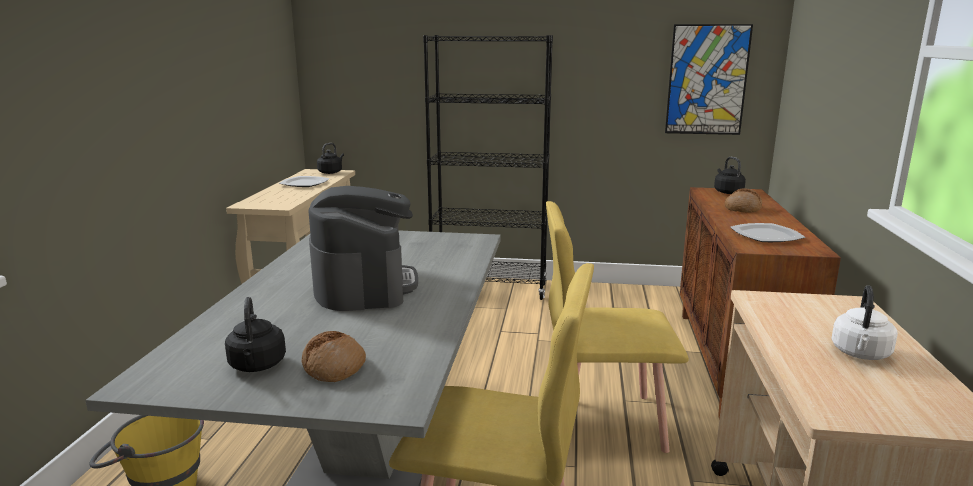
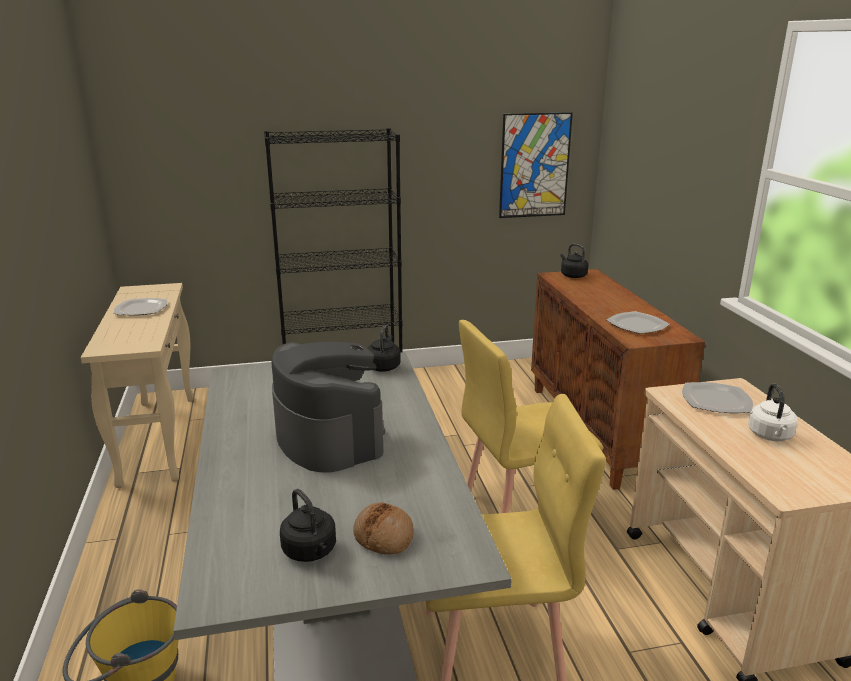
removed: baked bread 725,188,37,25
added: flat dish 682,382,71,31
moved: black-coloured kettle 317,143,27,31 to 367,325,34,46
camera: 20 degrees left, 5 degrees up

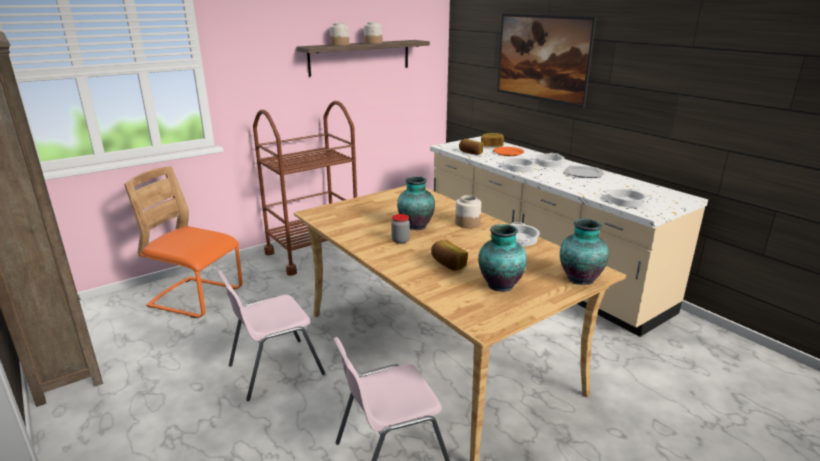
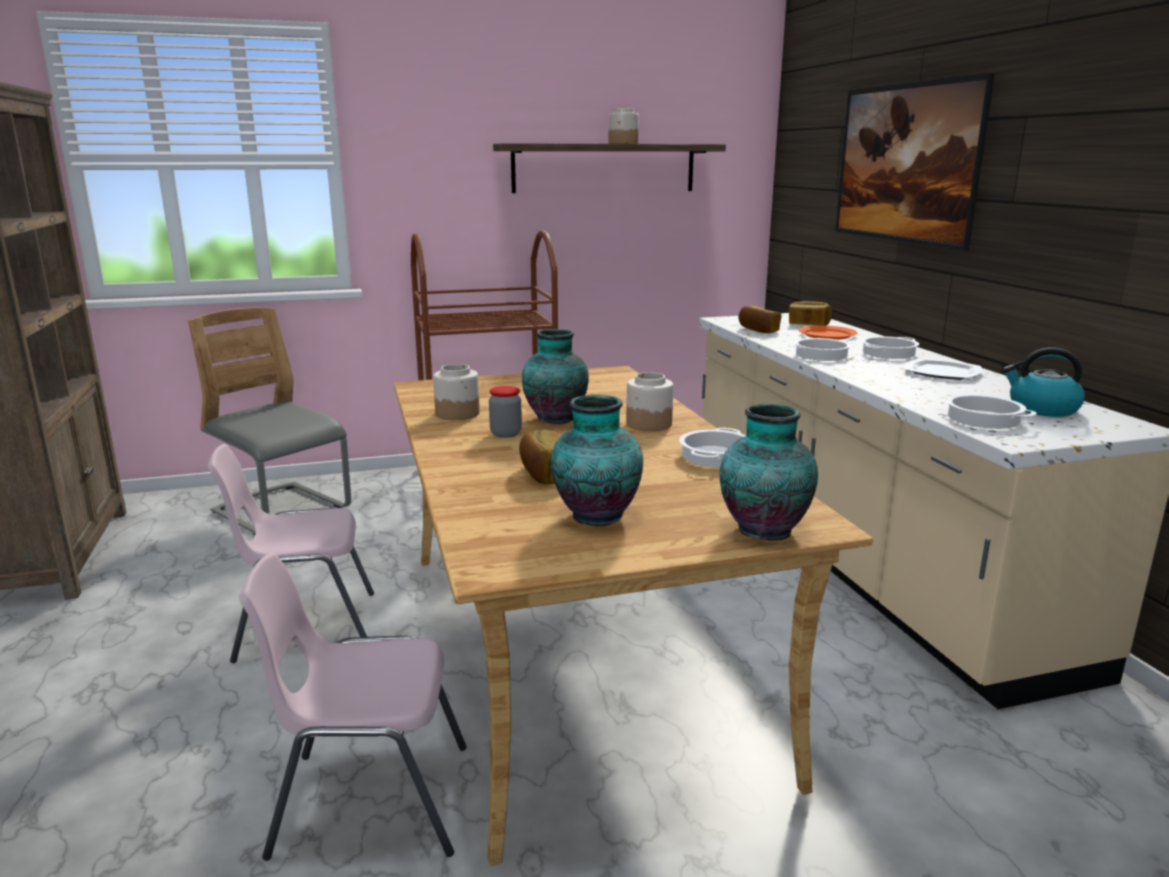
added: kettle 1003,347,82,70
moved: preserve jar 330,23,19,23 to 433,364,47,56
recoloured: orangey plain chair 124,166,119,152 to gray plain chair 188,307,163,228
camera: 20 degrees right, 5 degrees down

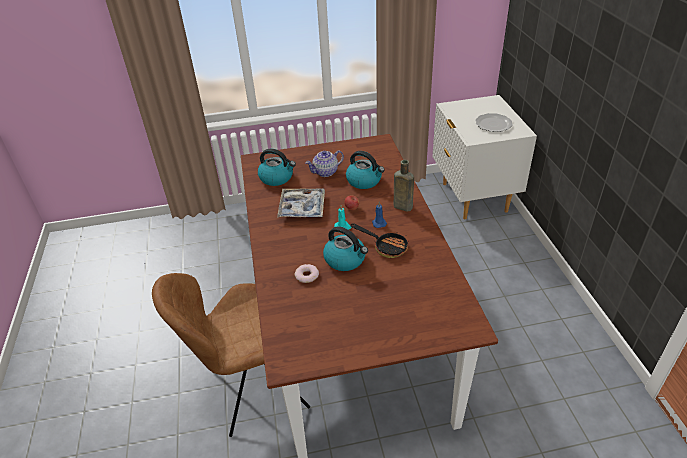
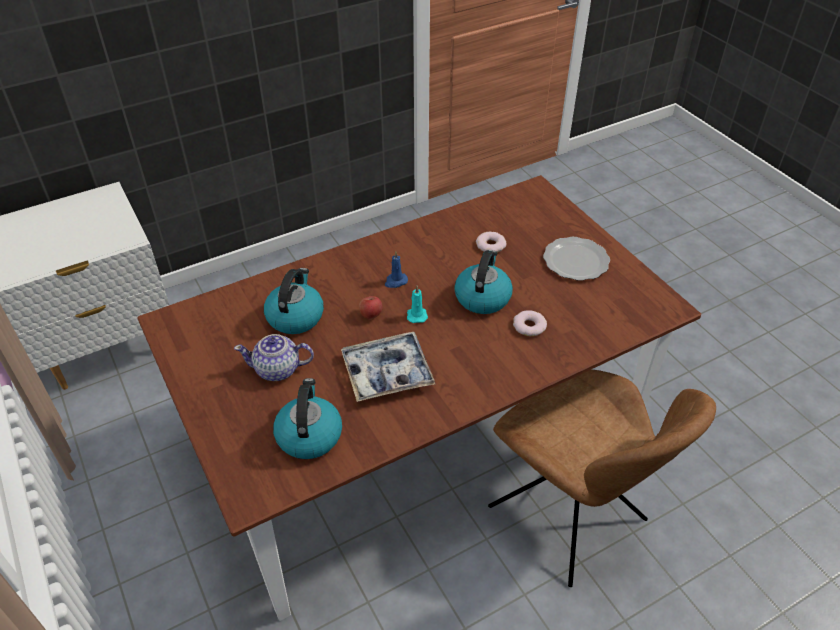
removed: pan 350,223,59,35; brown-coloured beverage bottle 394,160,20,52
added: ring doughnut 476,232,30,20
moved: flat dish 475,113,38,19 to 543,237,67,44
turned: tea pot 305,150,39,27 = 234,334,80,47 135 degrees clockwise
camera: 110 degrees left, 5 degrees up

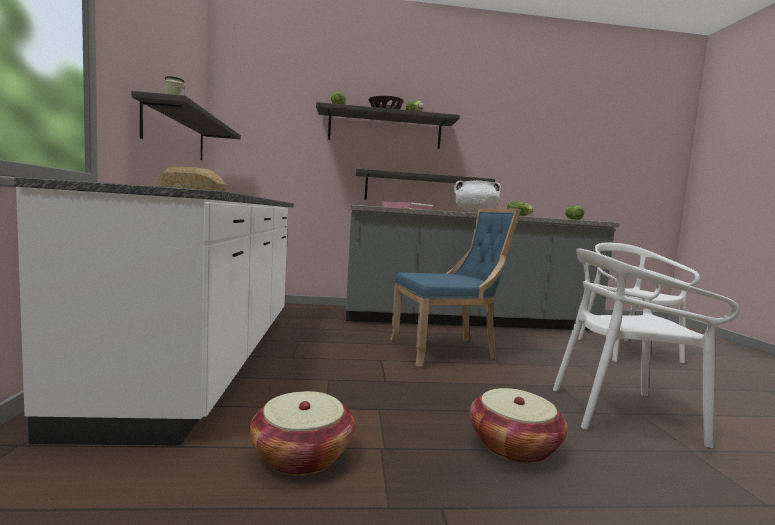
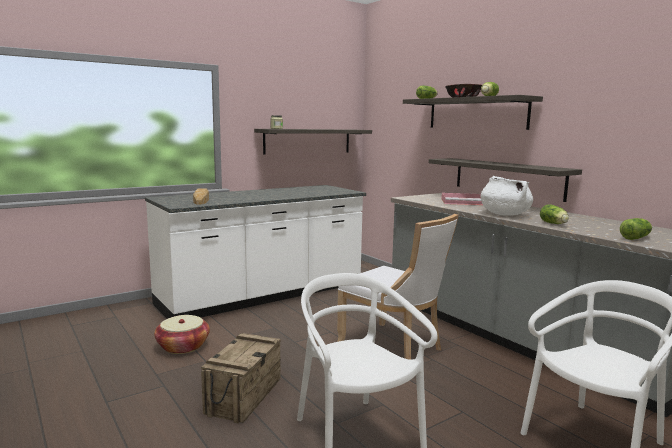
replaced: household basket 470,388,97,76 to packing crate 201,333,80,90
recoloured: bluish plain chair 390,208,130,159 to white-coloured plain chair 337,214,122,146
camera: 60 degrees right, 5 degrees up

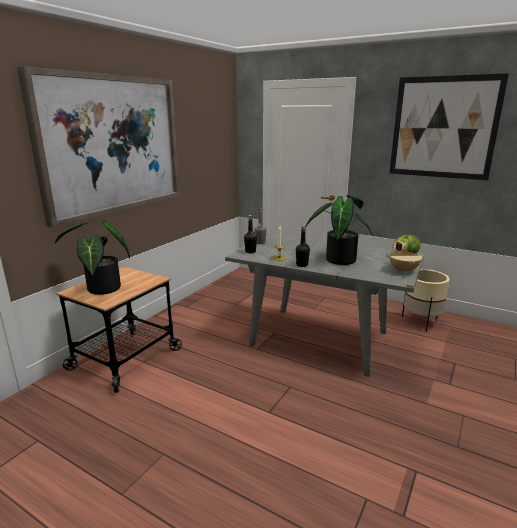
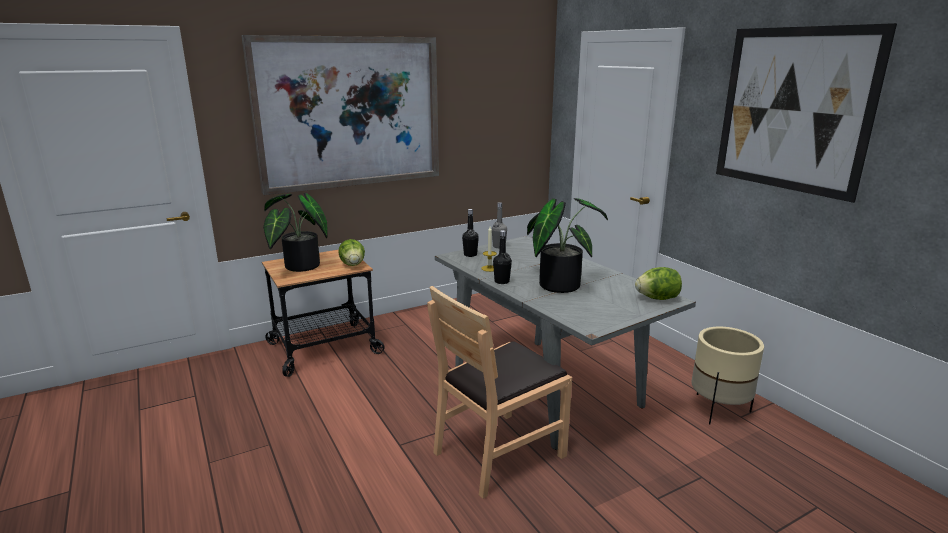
removed: beige-coloured saucepot 389,242,33,32
added: lettuce head 338,239,27,27; brown-coloured plain chair 427,286,145,213
camera: 30 degrees right, 0 degrees up

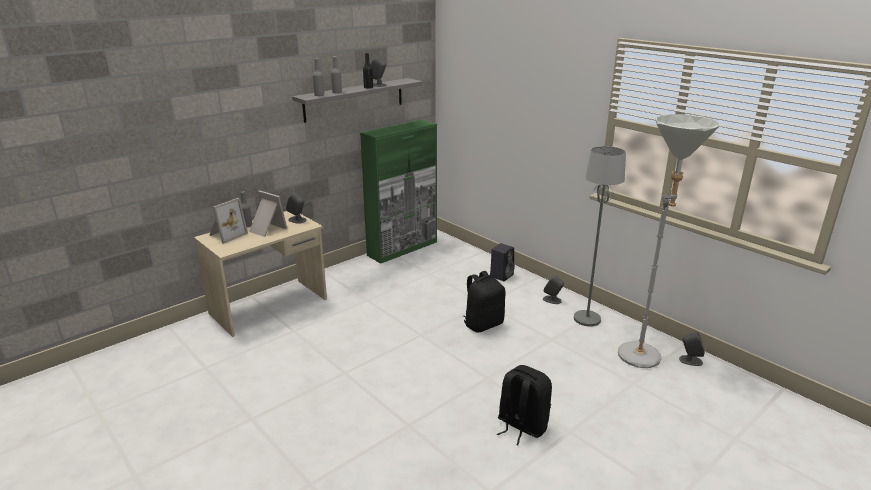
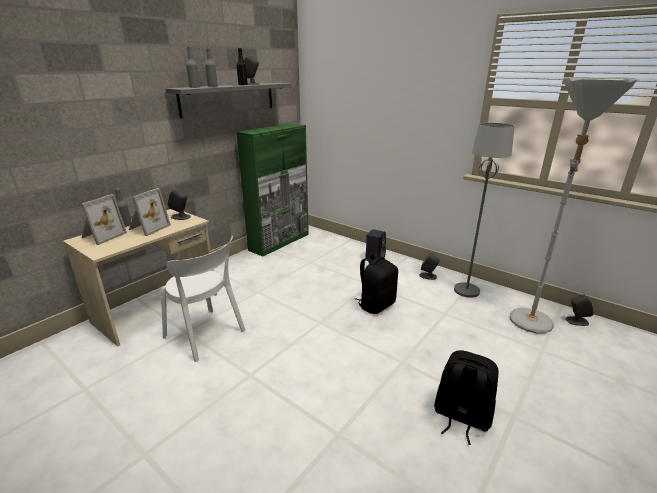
added: white-coloured plain chair 161,236,85,126
turned: picture frame 249,190,38,47 = 129,188,42,48 90 degrees clockwise
camera: 10 degrees left, 0 degrees up

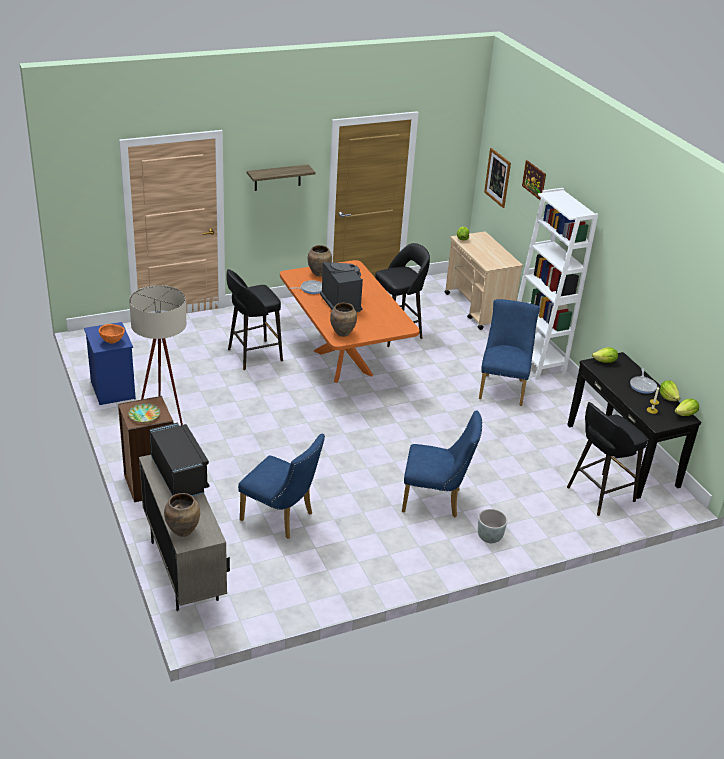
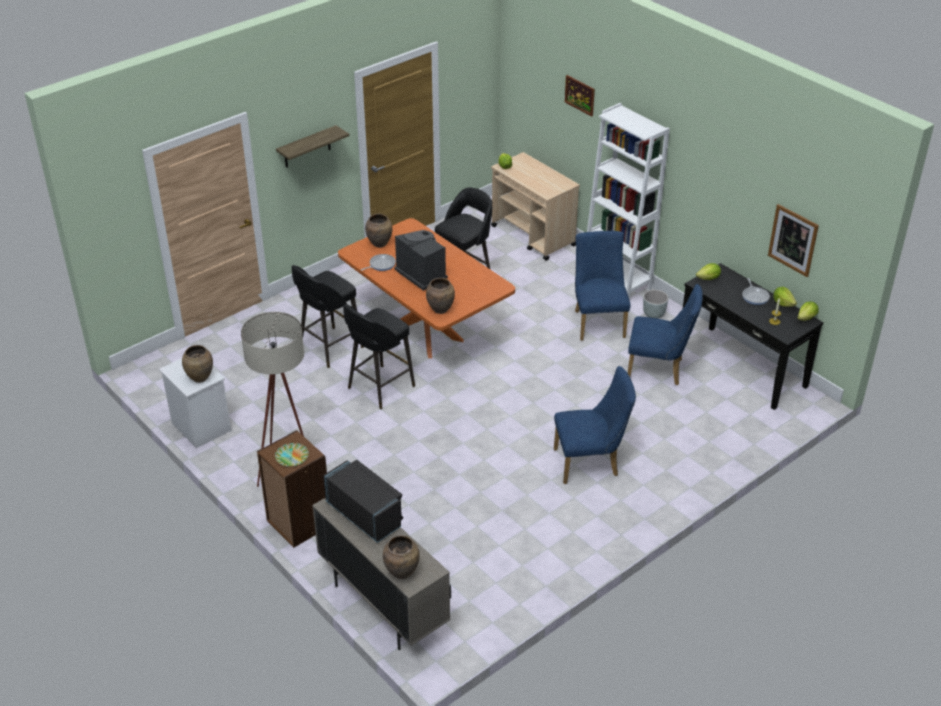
moved: bluish plain chair 238,433,87,106 to 628,284,75,101; gray plant pot 478,509,30,34 to 643,290,26,29; wall art 484,148,27,60 to 768,204,51,73; black-coloured stool seat 567,402,81,114 to 343,304,72,105
replaced: orangey bowl 99,324,26,20 to brown-coloured decorative vase 182,345,31,38
recoloured: bluish nightstand 84,322,52,83 to white-coloured nightstand 159,358,73,90
camera: 15 degrees left, 5 degrees up

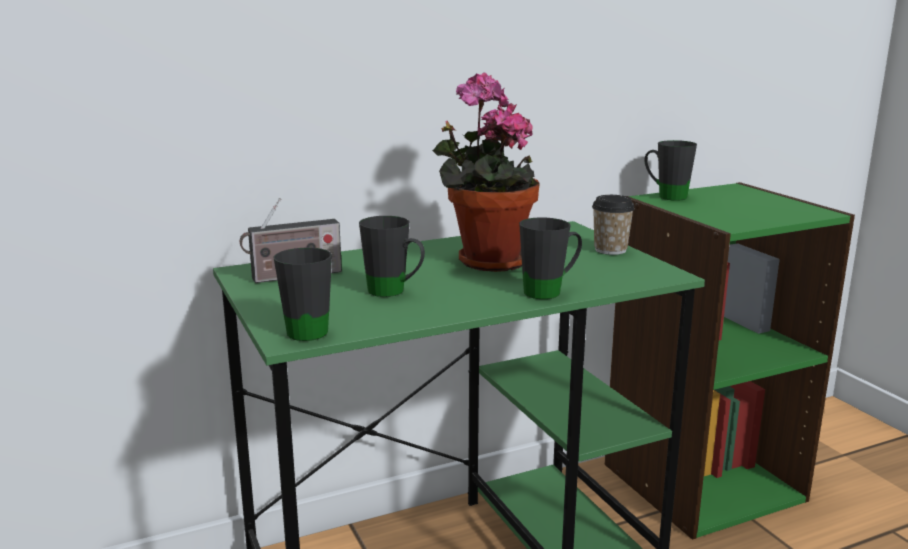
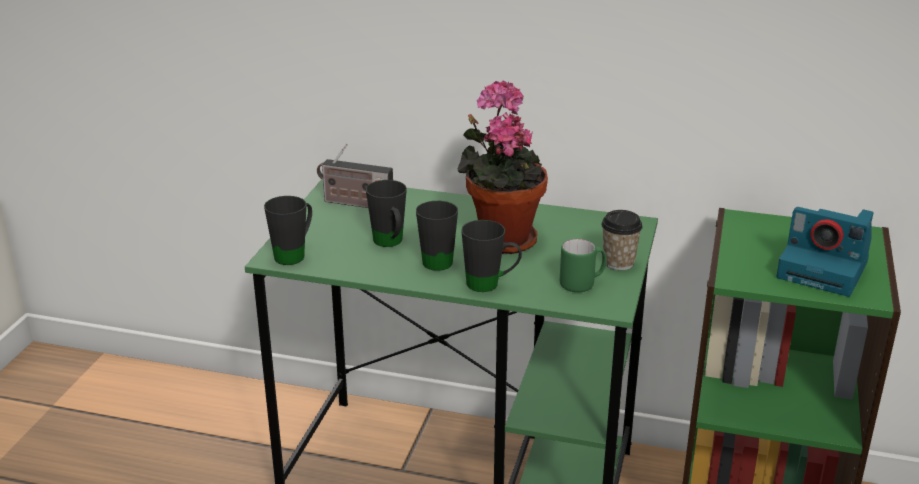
added: greenish tea mug 560,239,47,53; photo camera 776,207,98,90
moved: black-coloured tea mug 645,140,52,61 to 416,201,42,70
camera: 40 degrees right, 10 degrees up

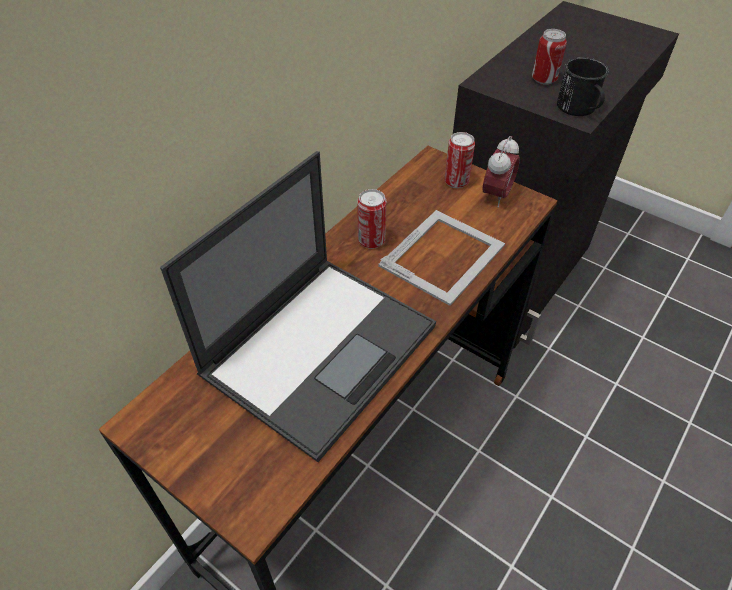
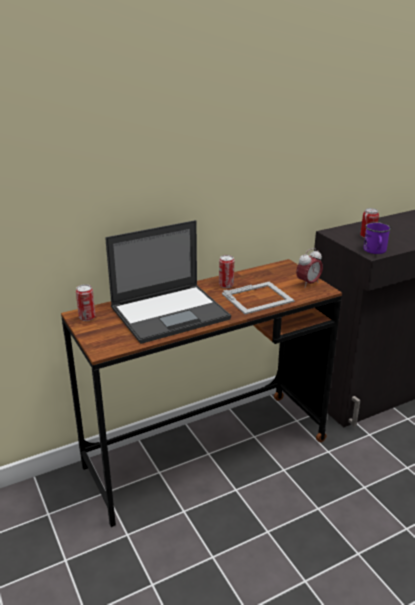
moved: can 444,132,31,56 to 76,284,19,37
recoloured: black-coloured tea mug 557,57,52,59 to purple-coloured tea mug 363,222,28,32
camera: 25 degrees right, 20 degrees down

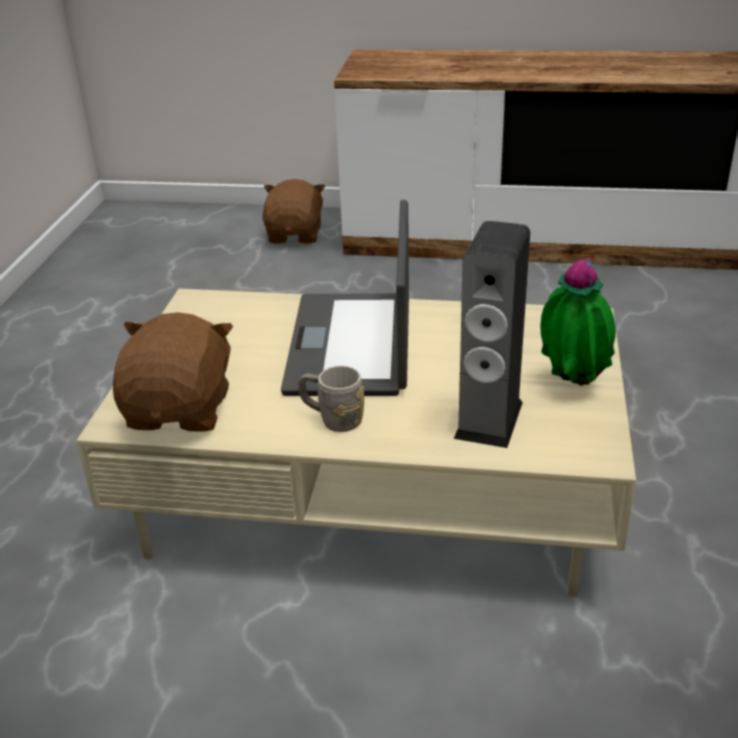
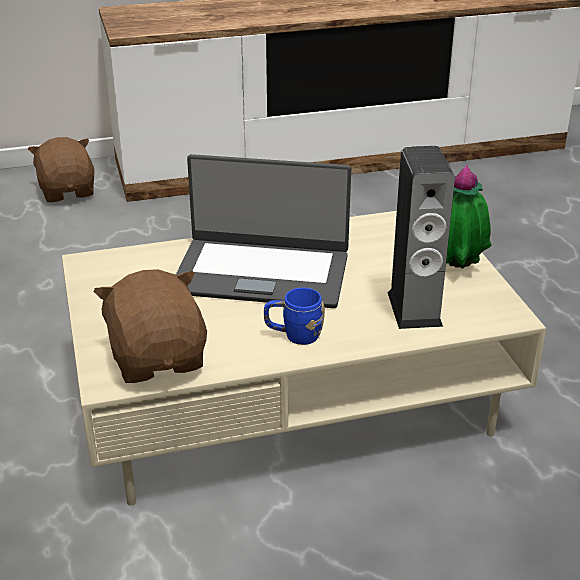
recoloured: gray tea mug 298,366,66,66 to bluish tea mug 264,288,61,57
turned: portable computer 281,200,128,196 = 176,154,175,154 60 degrees counterclockwise
camera: 25 degrees left, 0 degrees up

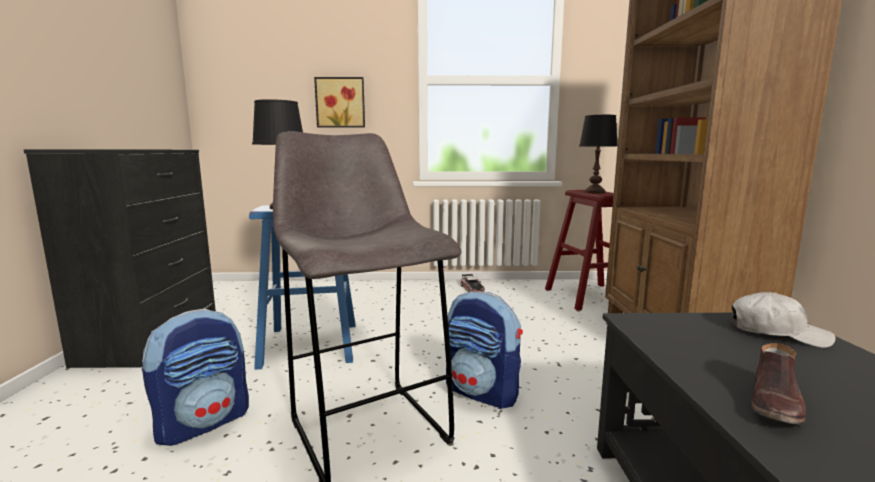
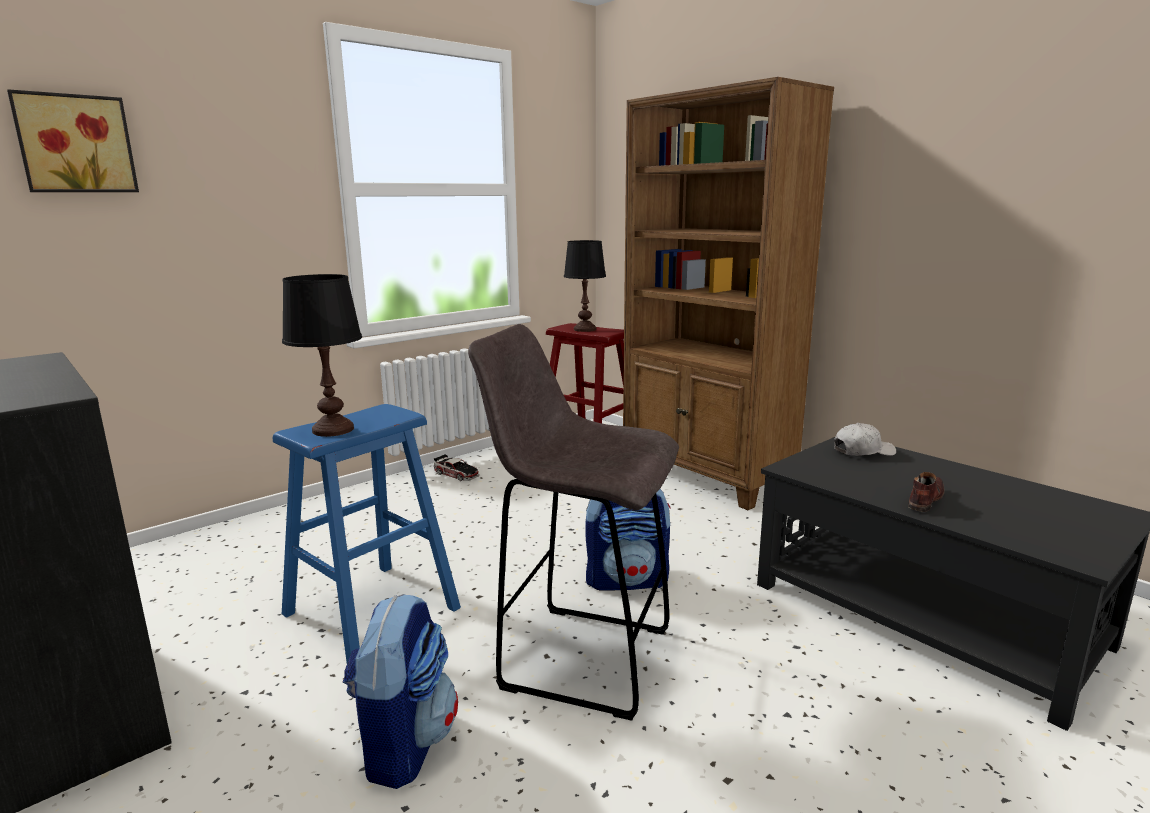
moved: wall art 314,77,51,50 to 7,89,132,103
turned: brown-coloured low shoe 751,343,55,82 = 908,472,37,40 135 degrees counterclockwise
camera: 40 degrees left, 5 degrees up

